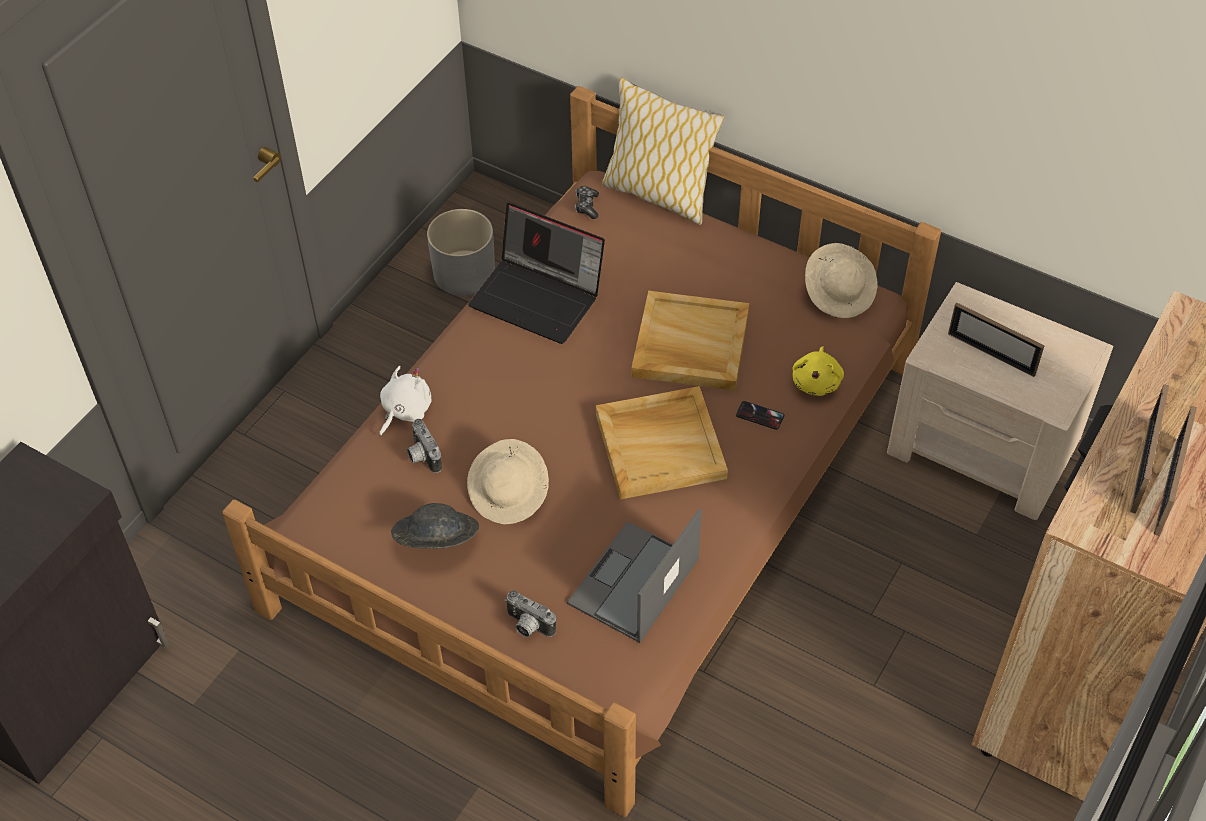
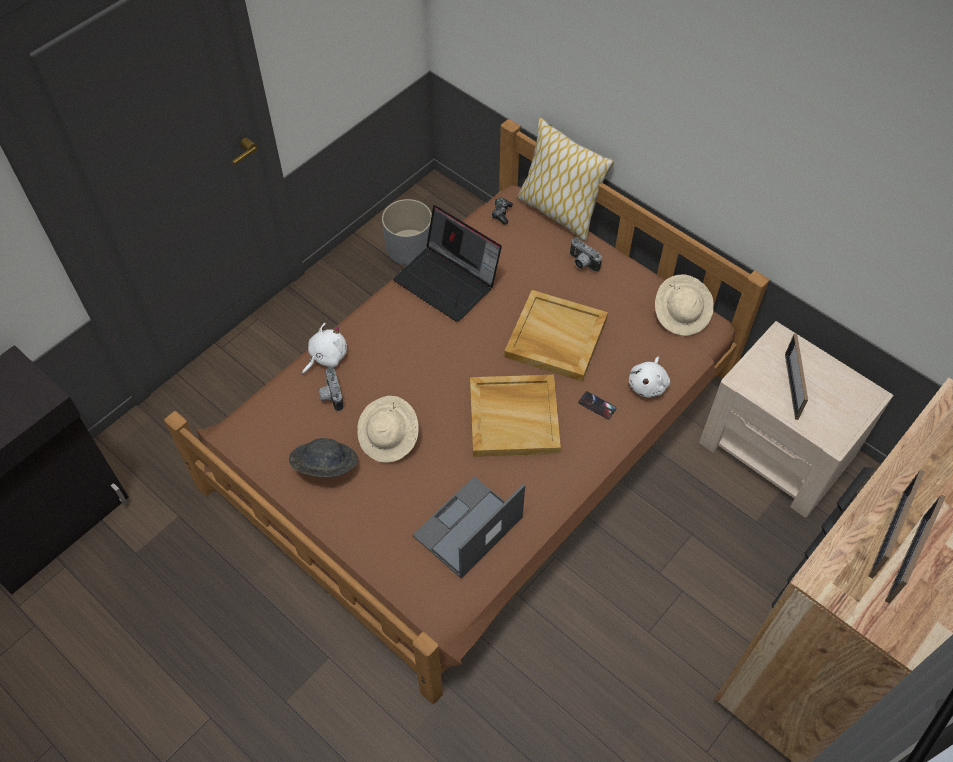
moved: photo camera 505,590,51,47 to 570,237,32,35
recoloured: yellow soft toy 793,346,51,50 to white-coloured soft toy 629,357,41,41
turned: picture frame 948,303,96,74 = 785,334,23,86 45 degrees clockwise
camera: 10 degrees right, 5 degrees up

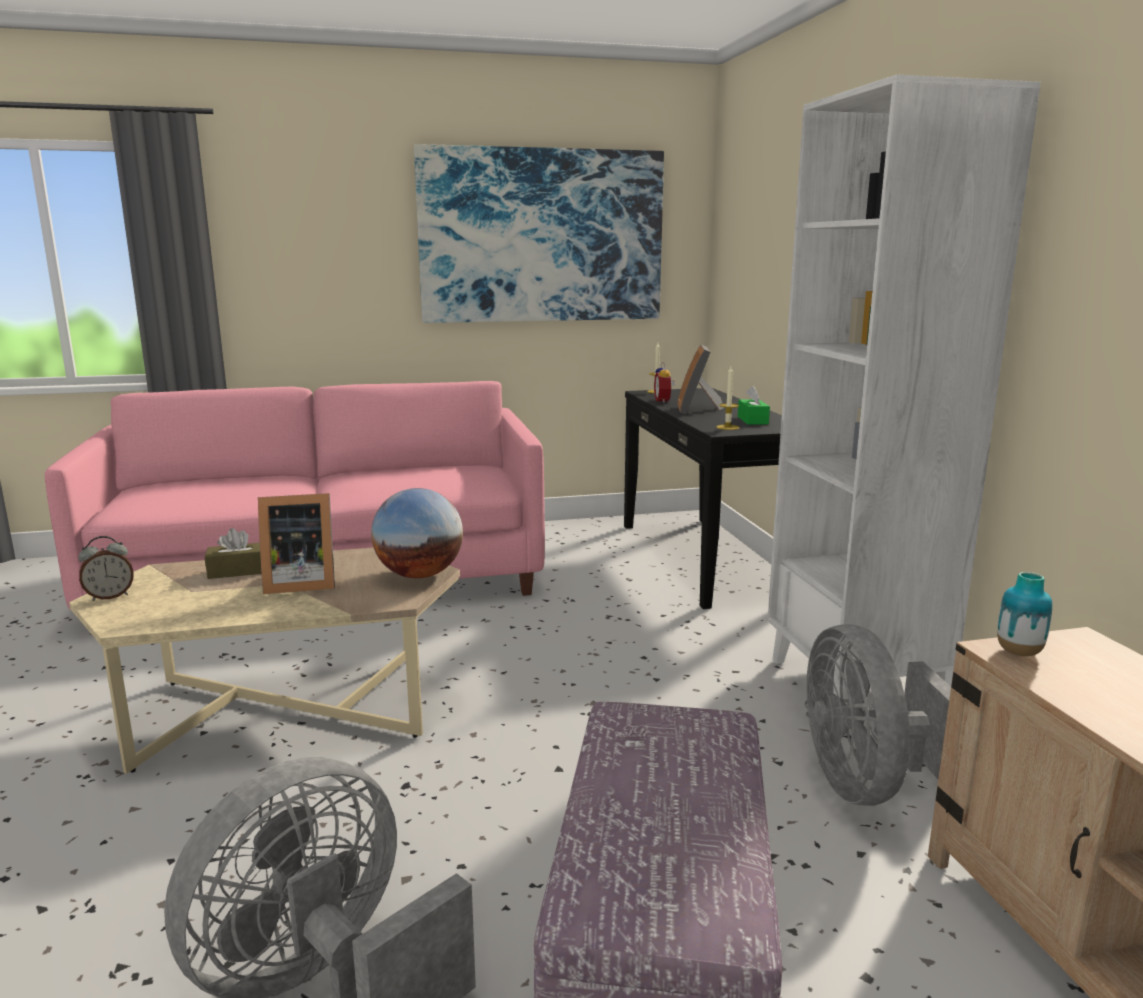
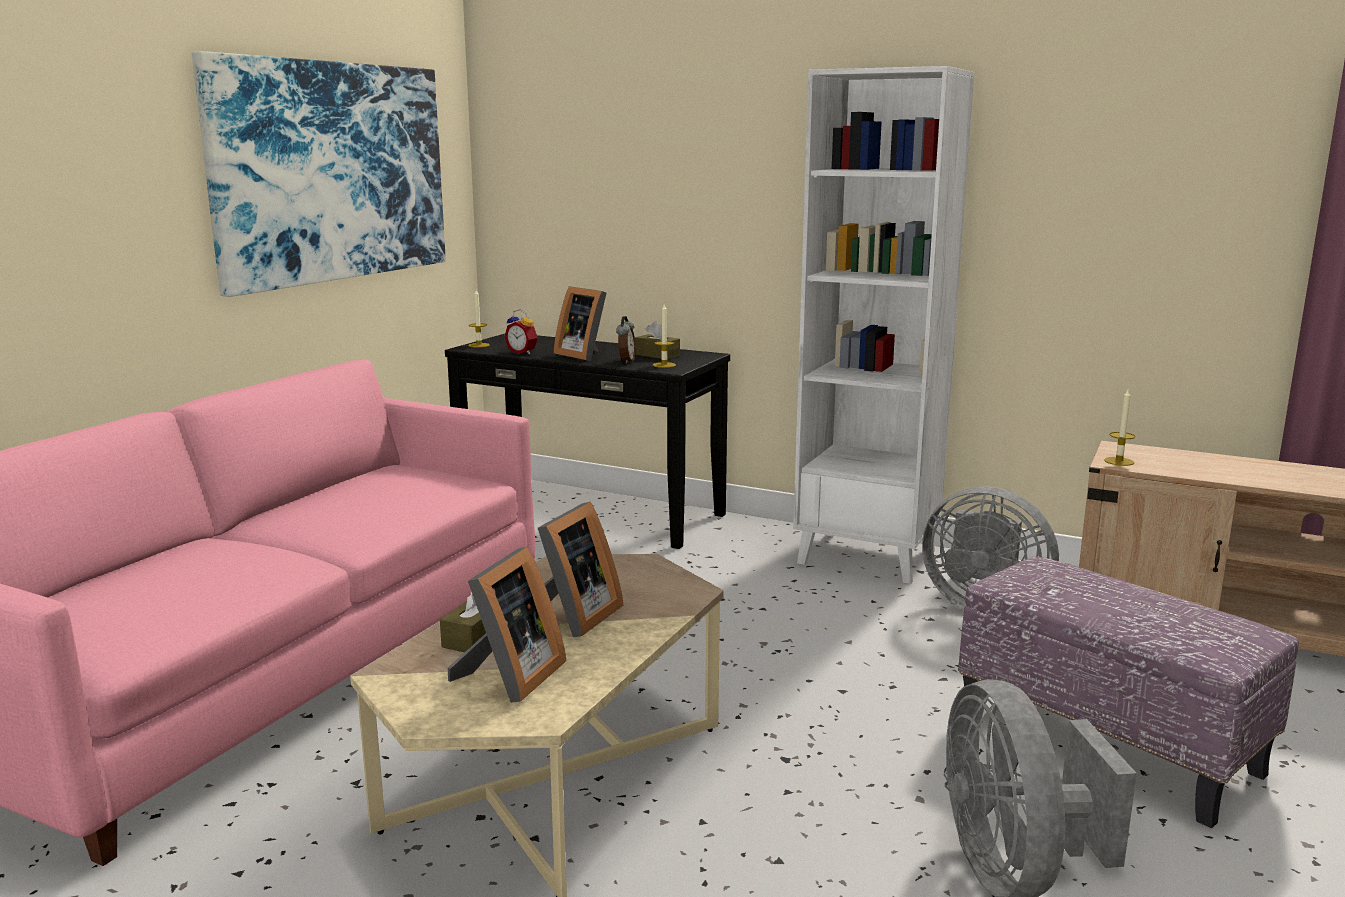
removed: globe 371,488,92,90
added: picture frame 448,547,118,156
moved: alarm clock 78,536,56,65 to 616,316,20,48
replaced: decorative vase 997,572,55,84 to wax light 1104,389,31,77
recoloured: greenish box of tissues 738,386,32,39 to brown-coloured box of tissues 635,321,45,39
camera: 50 degrees left, 0 degrees up

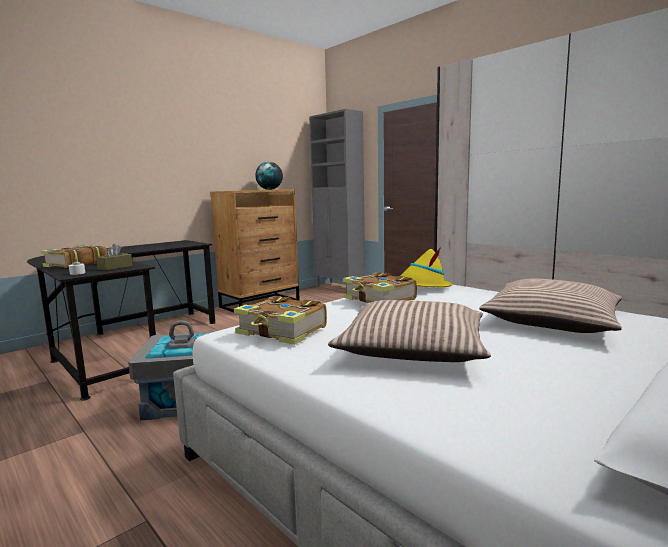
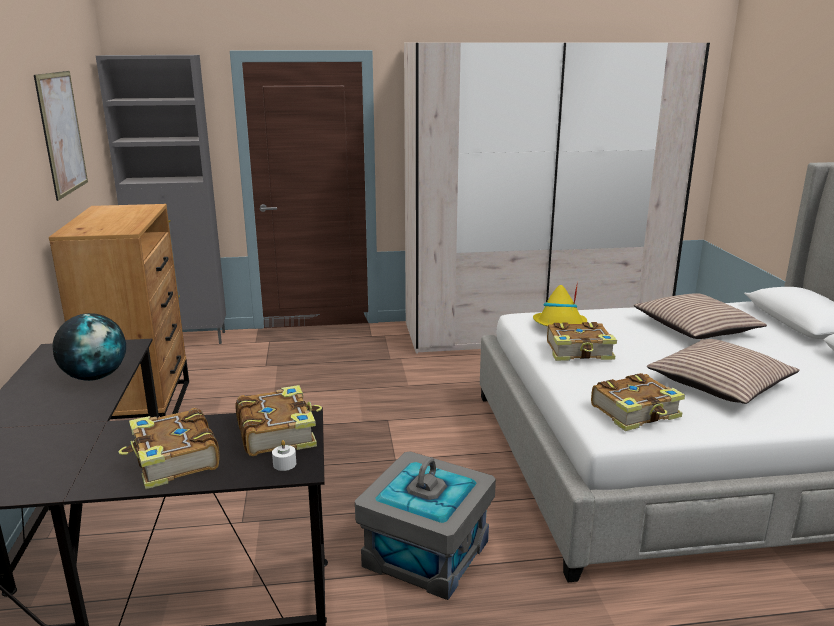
added: wall art 34,71,54,130
moved: globe 255,162,28,28 to 53,313,73,68
replaced: brown-coloured box of tissues 96,244,37,27 to volume 236,385,86,71
camera: 55 degrees left, 10 degrees up

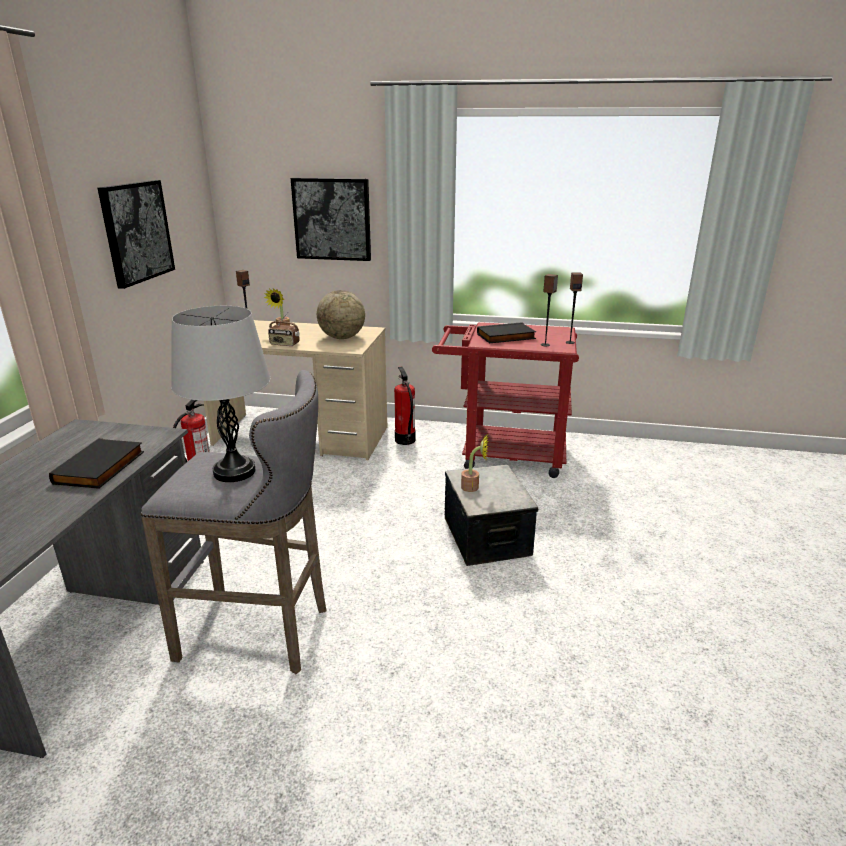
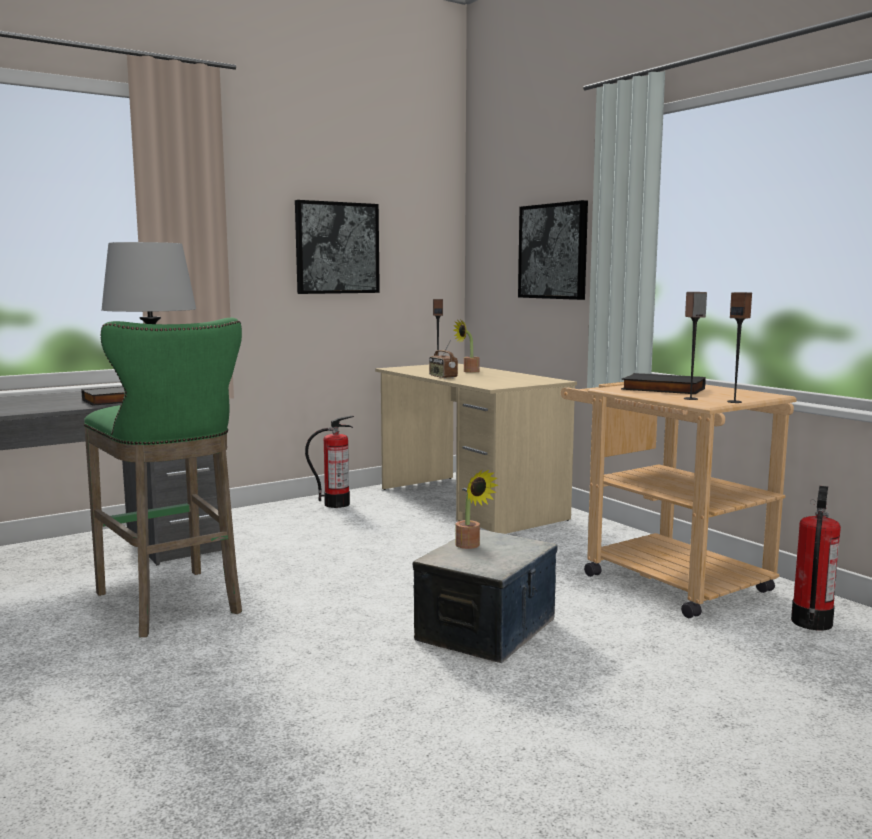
removed: globe 317,290,48,49
moved: extinguisher 394,367,22,78 to 791,486,50,144
recoloured: gray stool seat 141,370,185,304 to greenish stool seat 84,318,158,319; reddish cart 432,322,147,156 to beige-coloured cart 561,382,236,236
camera: 45 degrees right, 15 degrees down

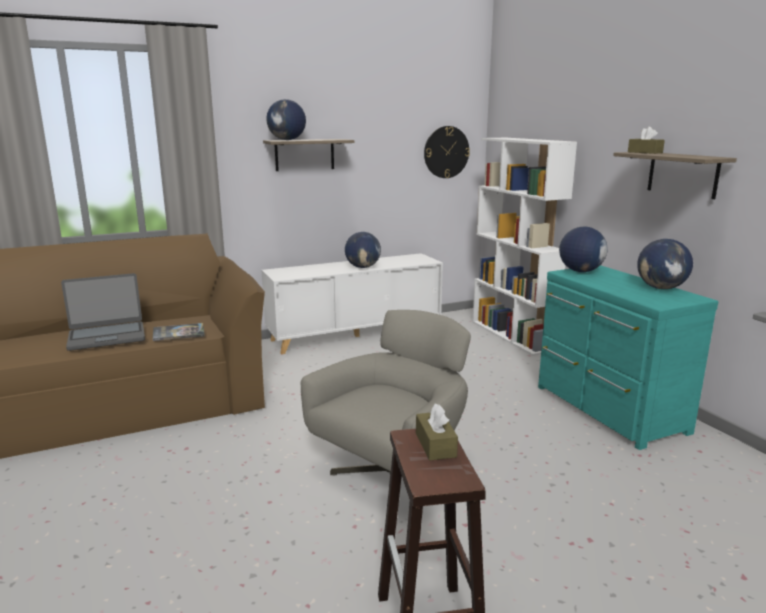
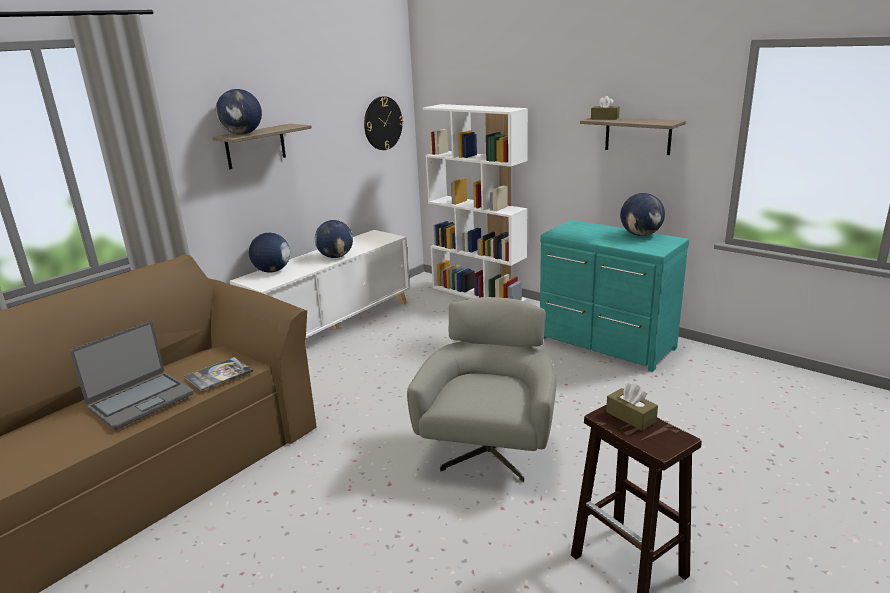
moved: globe 559,227,49,45 to 249,233,41,40
camera: 25 degrees left, 5 degrees up

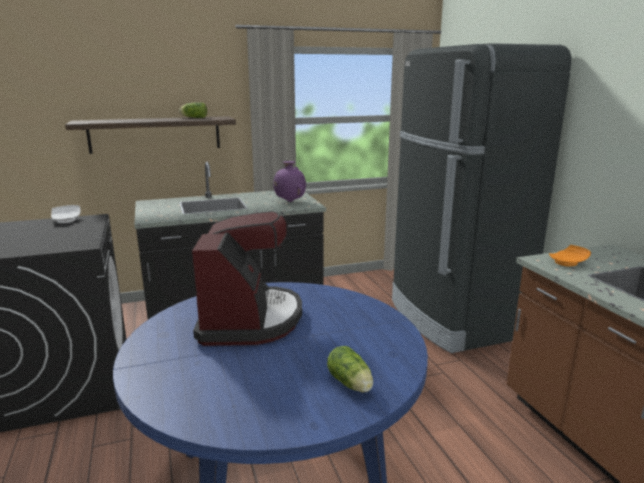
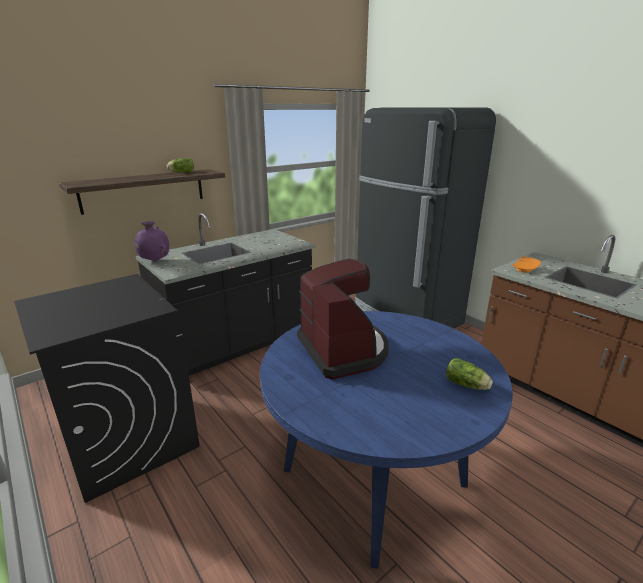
removed: white-coloured flat dish 51,205,30,18
moved: purple-coloured decorative vase 273,161,33,41 to 134,221,35,41
camera: 20 degrees left, 5 degrees up

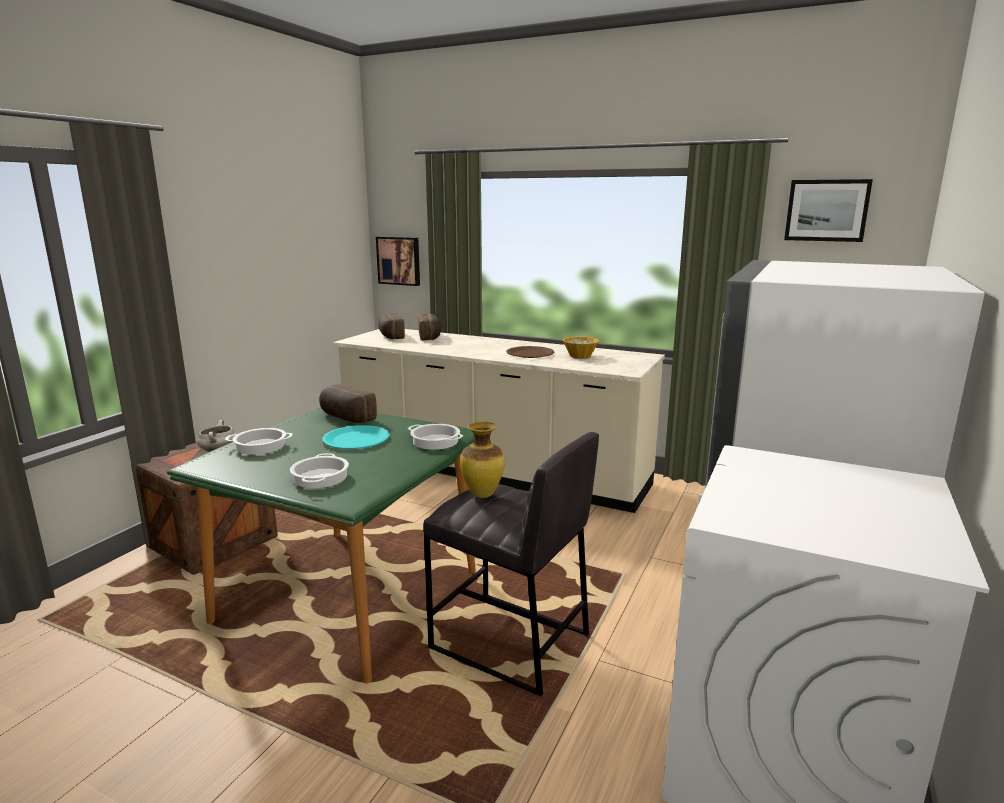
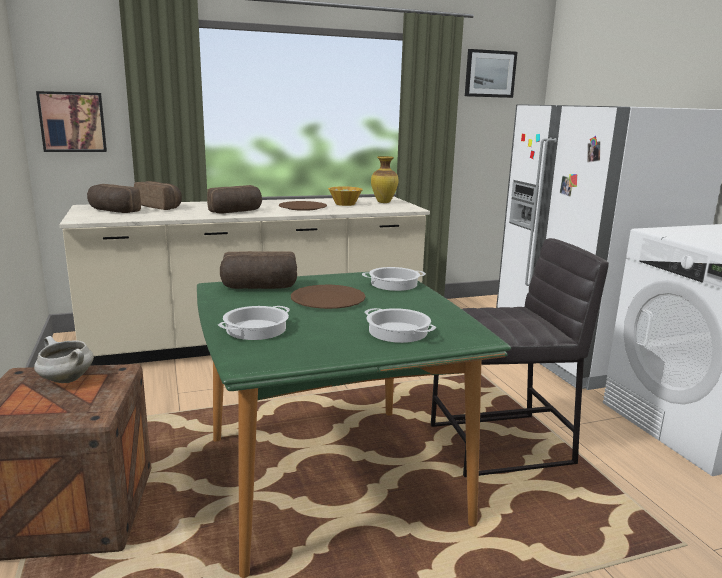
added: baked bread 207,185,55,28
moved: decorative vase 460,421,45,77 to 371,156,27,47
recoloured: turquoise flat dish 322,425,68,24 to brown-coloured flat dish 291,285,75,24
camera: 45 degrees left, 0 degrees up

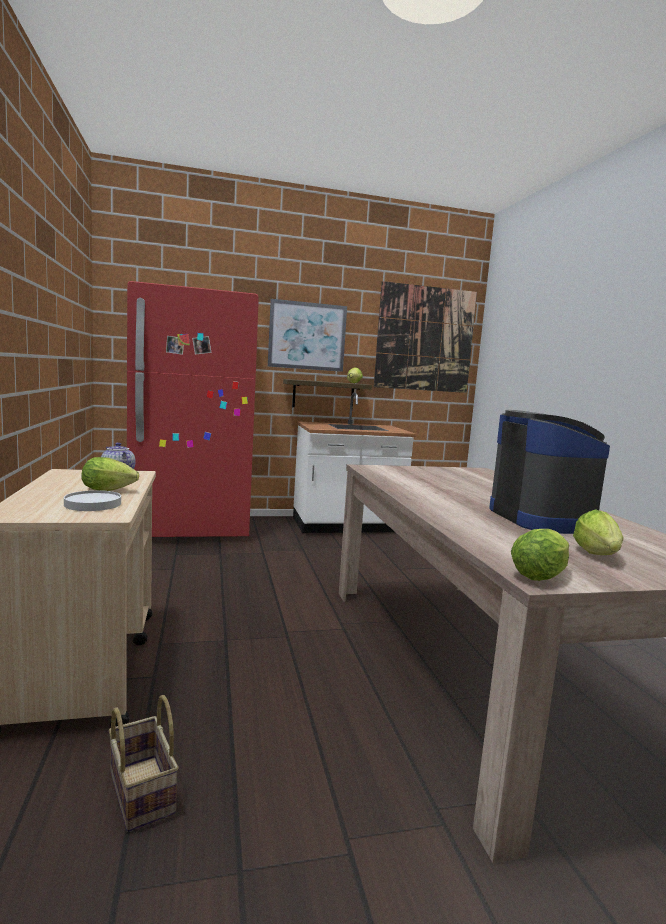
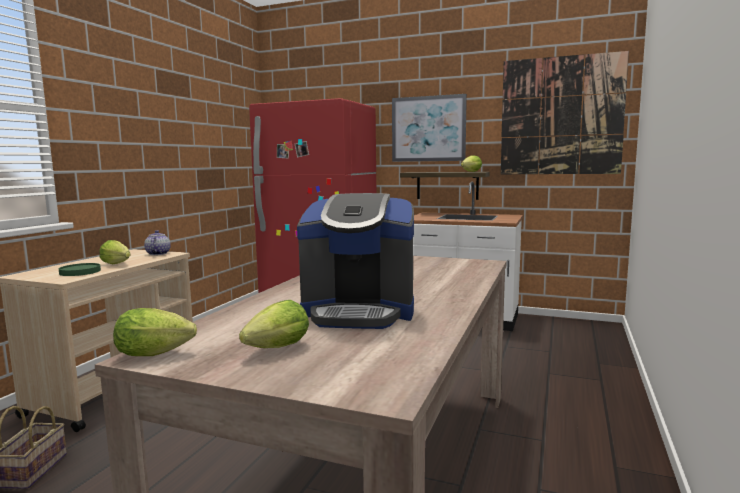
recoloured: white-coloured flat dish 64,490,57,21 to greenish flat dish 59,263,42,13
turned: coffee brewer 489,410,121,124 = 297,193,117,136 75 degrees clockwise
camera: 35 degrees right, 0 degrees up

